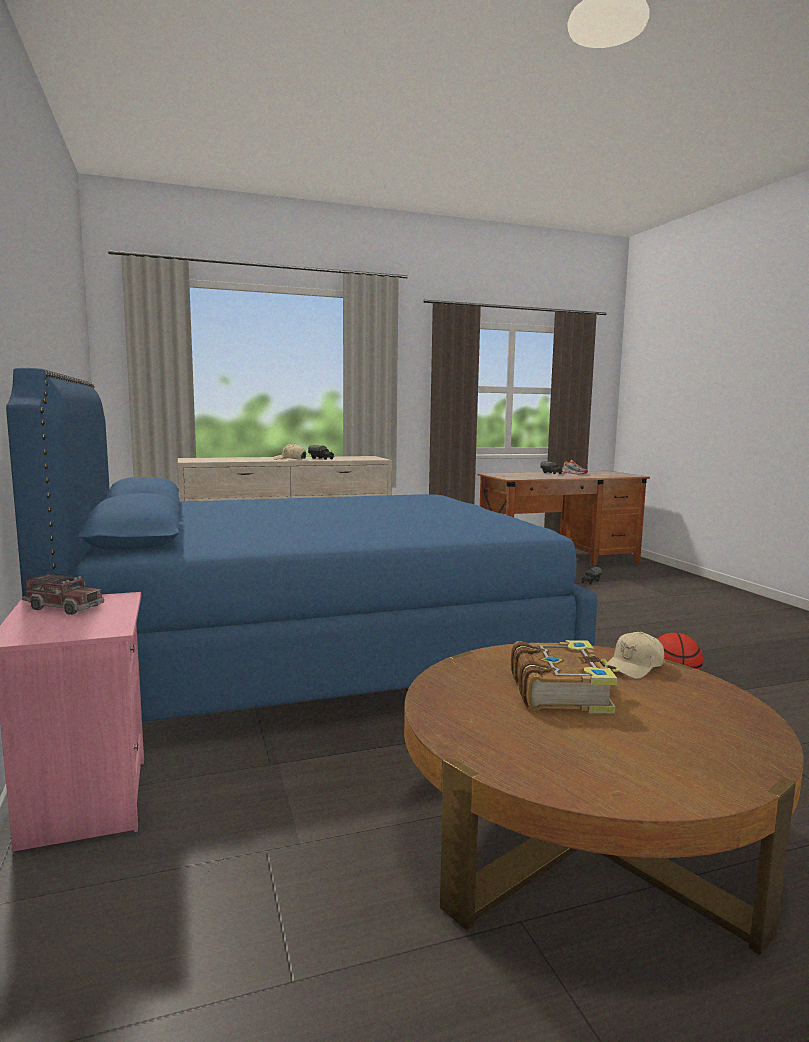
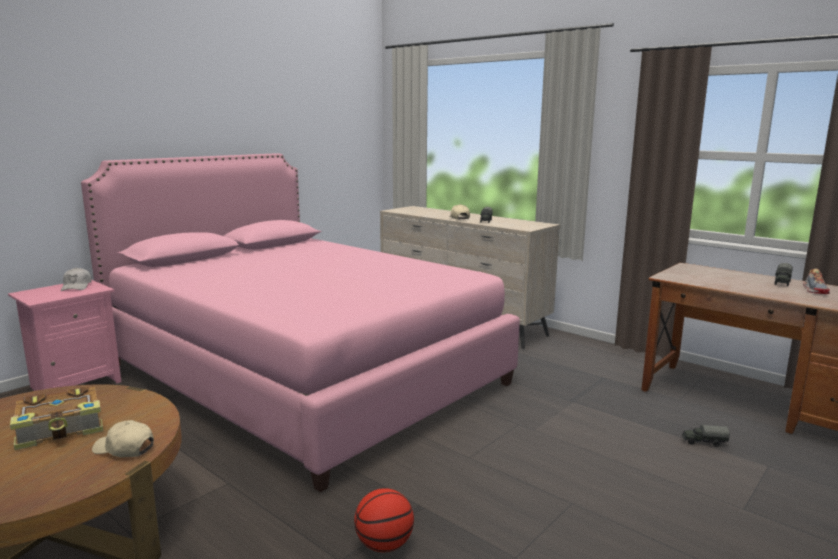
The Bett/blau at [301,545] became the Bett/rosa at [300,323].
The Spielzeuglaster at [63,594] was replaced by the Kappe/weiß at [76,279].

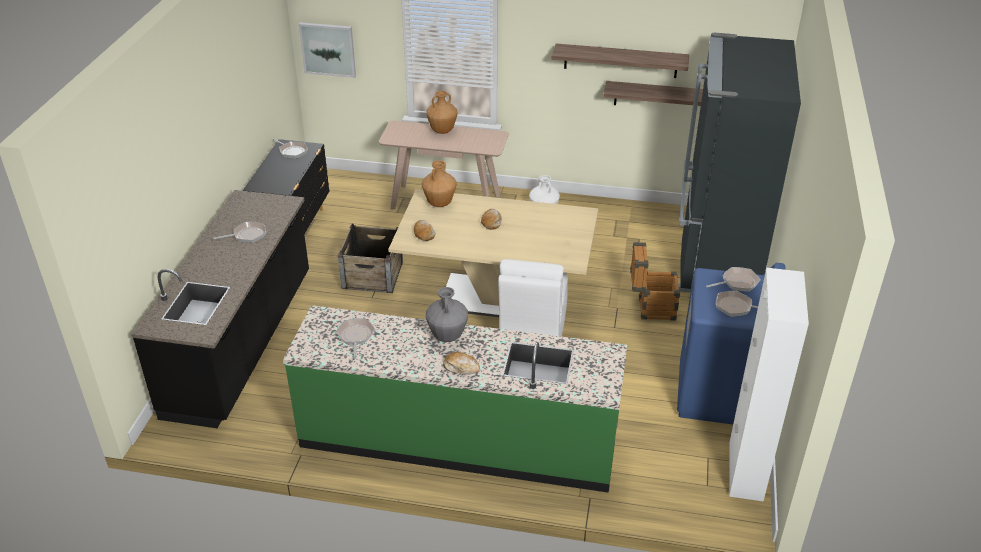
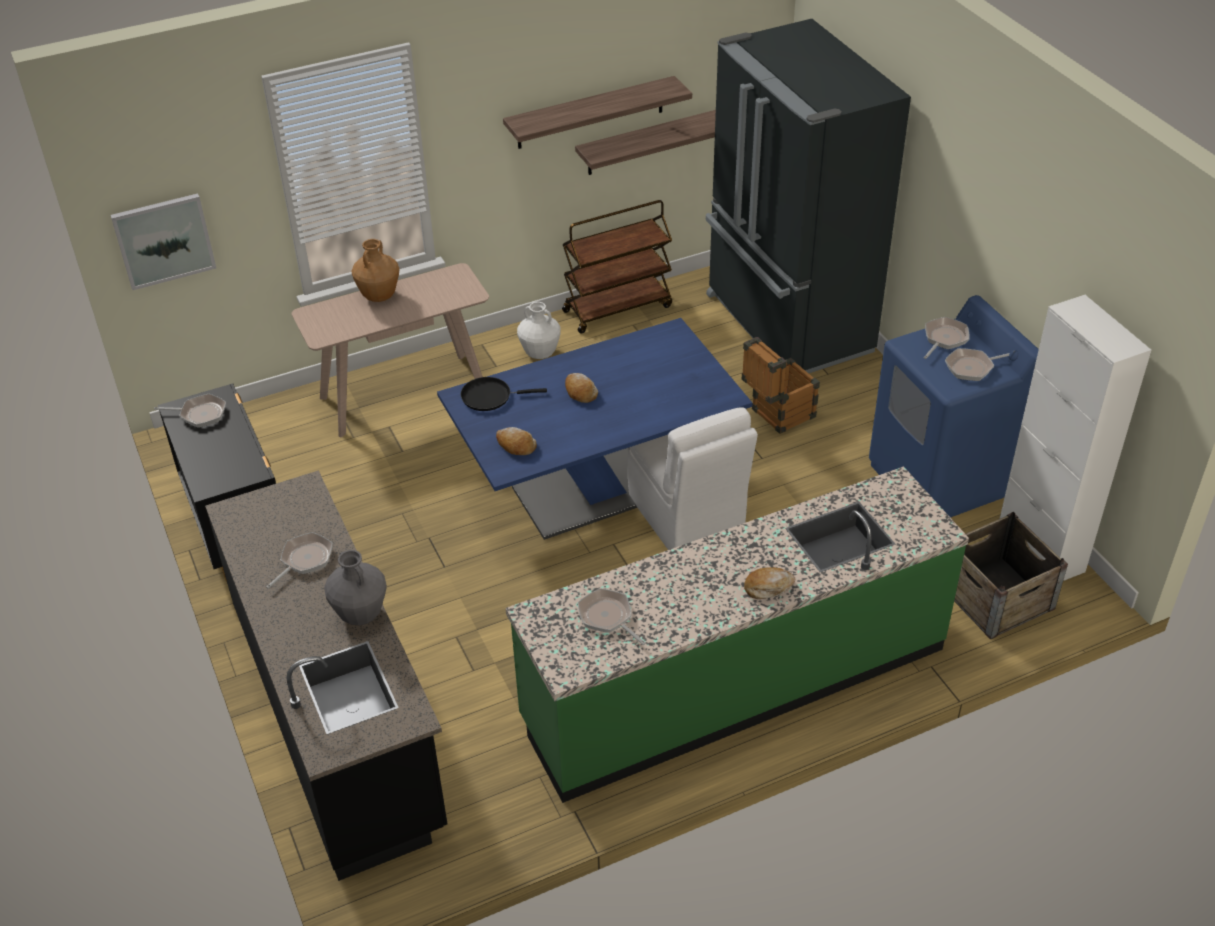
The Vase/braun at [439,183] was replaced by the Pfanne/schwarz at [504,394].
The Esstisch/beige at [493,253] became the Esstisch/blau at [594,429].
The Kiste moved from [370,258] to [1011,575].
The Vase/grau moved from [447,314] to [355,587].
The Rollwagen/braun at [617,267] appeared.

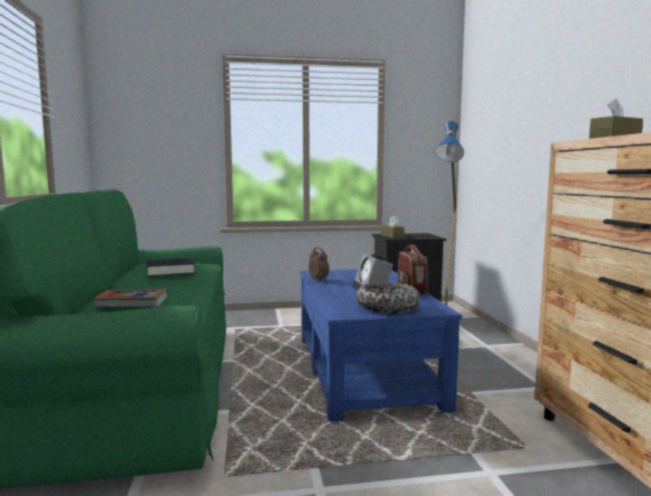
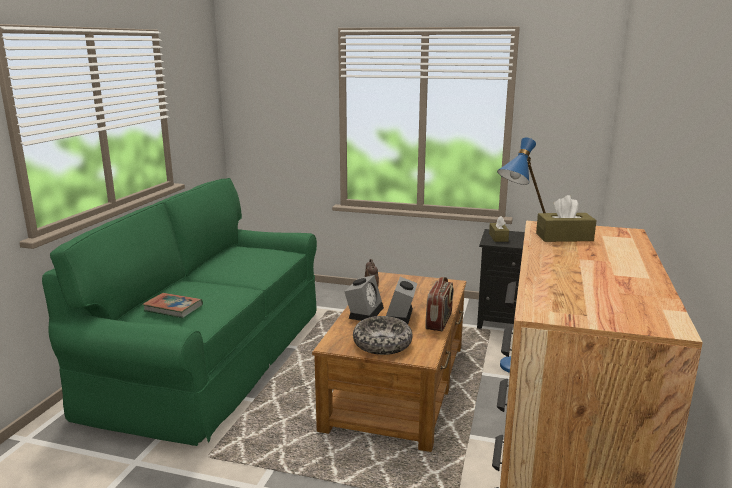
The Buch/schwarz at [170,267] disappeared.
The Couchtisch/blau at [381,345] became the Couchtisch/braun at [389,362].
The Wecker at [364,298] appeared.

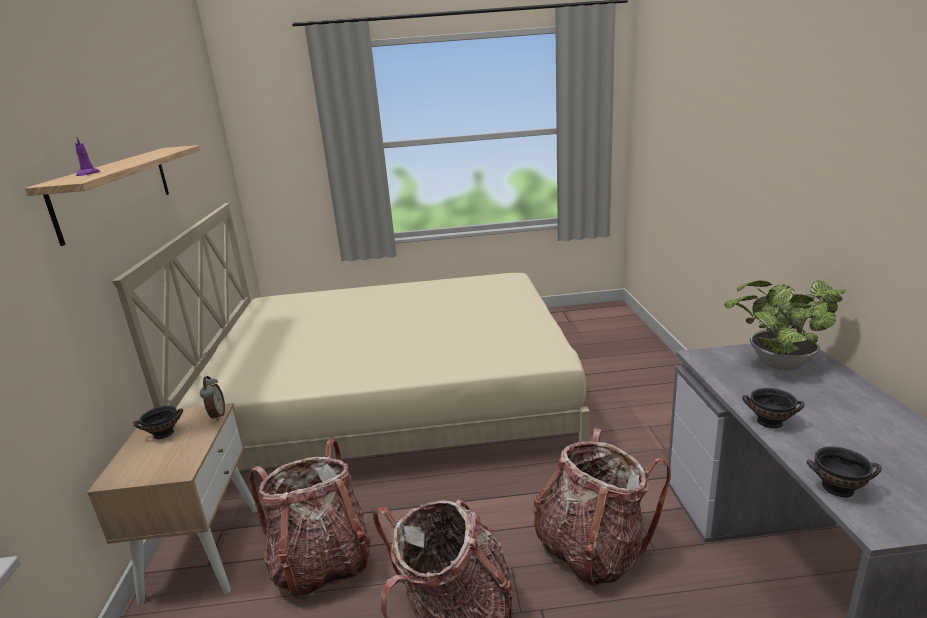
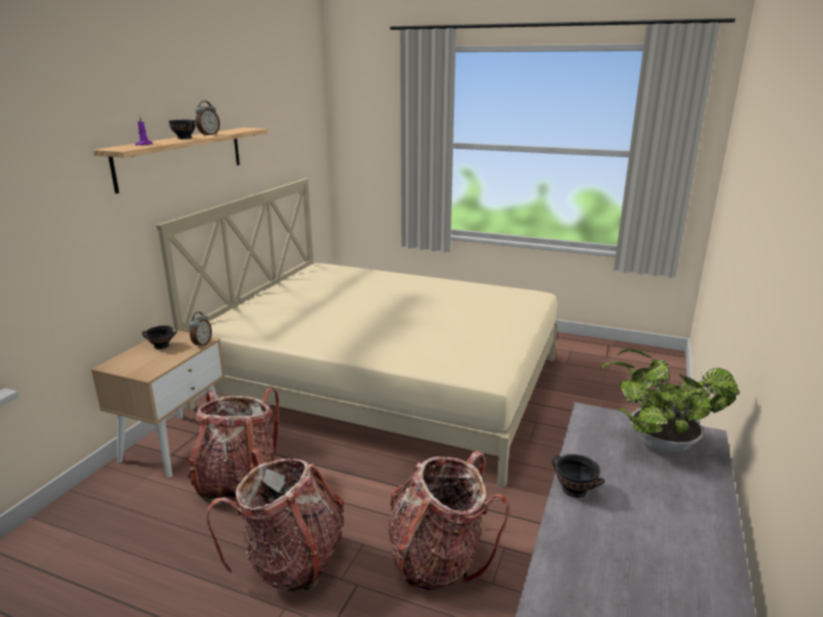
The Schüssel/schwarz moved from [844,471] to [182,129].
The Wecker at [207,118] appeared.

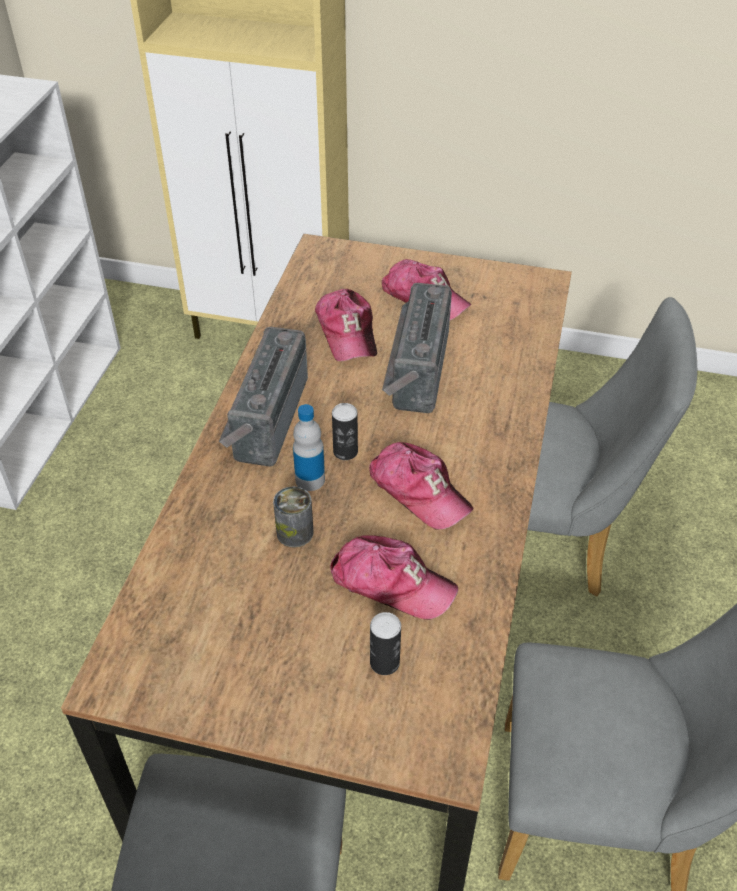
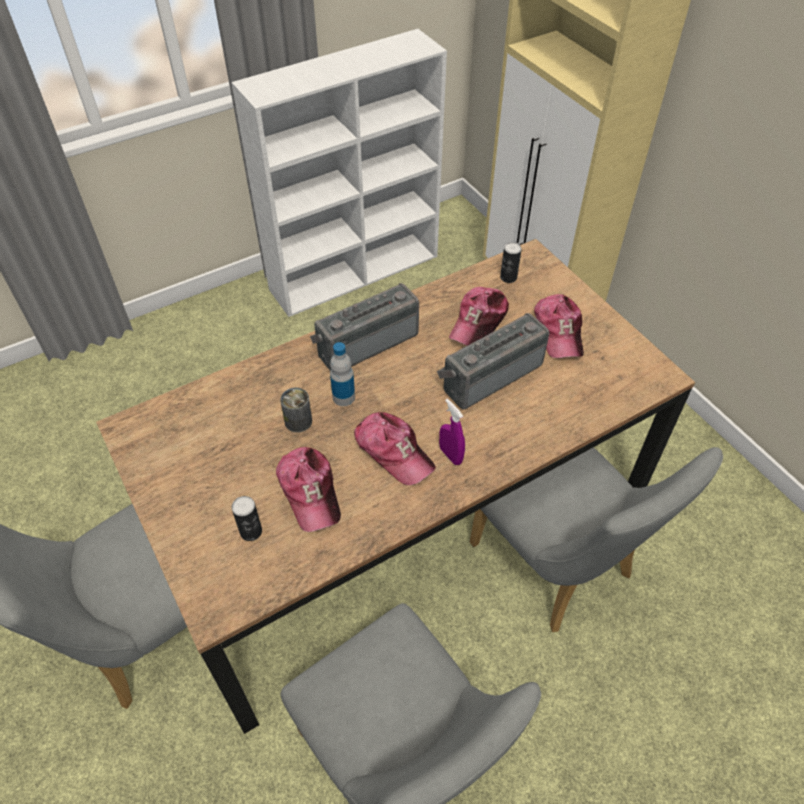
The Dose moved from [345,431] to [511,262].
The Kappe at [421,486] turned 45 degrees counterclockwise.
The Sprühflasche/lila at [452,432] appeared.

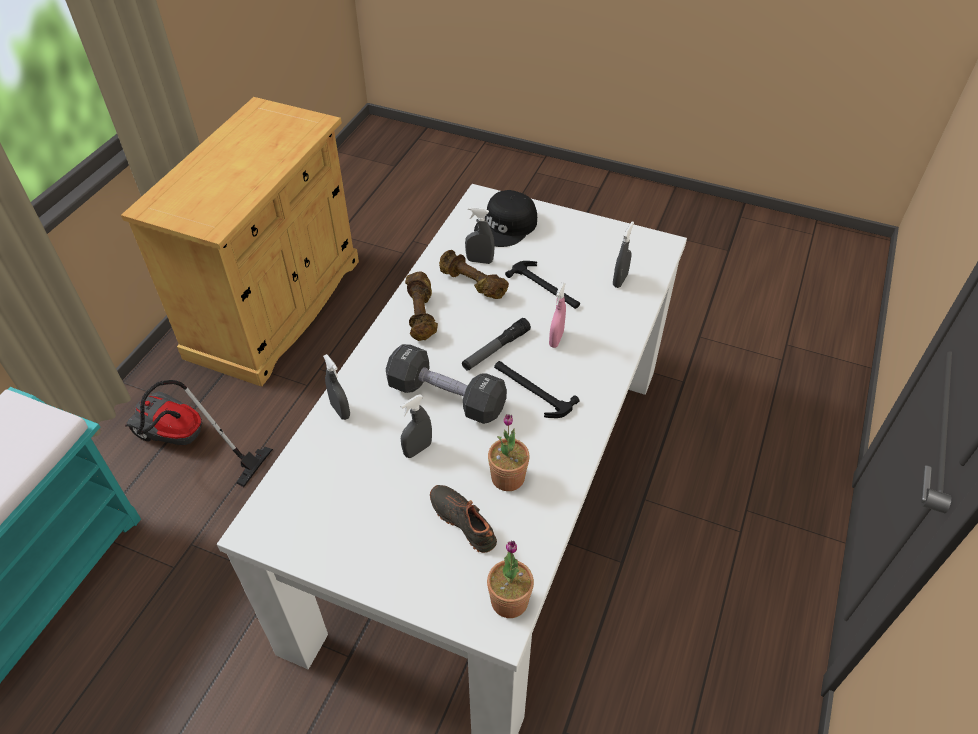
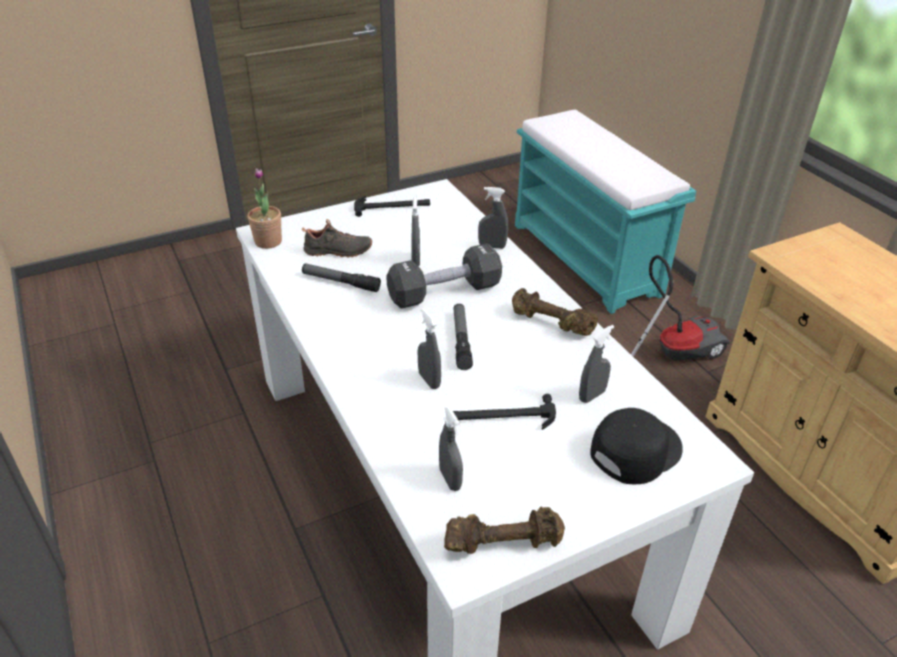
The Kappe/schwarz at [505,218] turned 60 degrees clockwise.
The Hantel/braun moved from [474,274] to [504,530].
The Sprühflasche/rosa at [557,315] became the Sprühflasche/grau at [429,348].
The Hammer moved from [537,389] to [392,206].
The Topfpflanze at [509,452] was replaced by the Taschenlampe at [341,278].

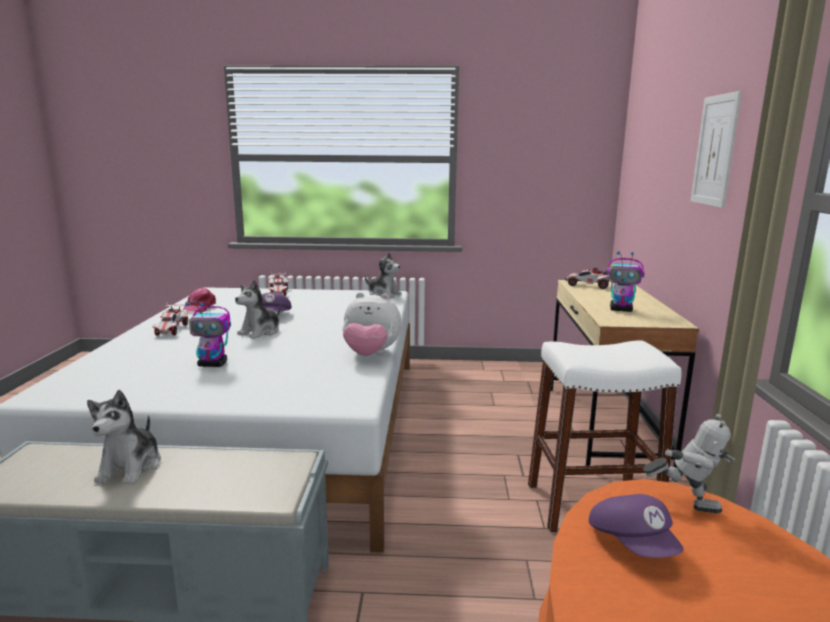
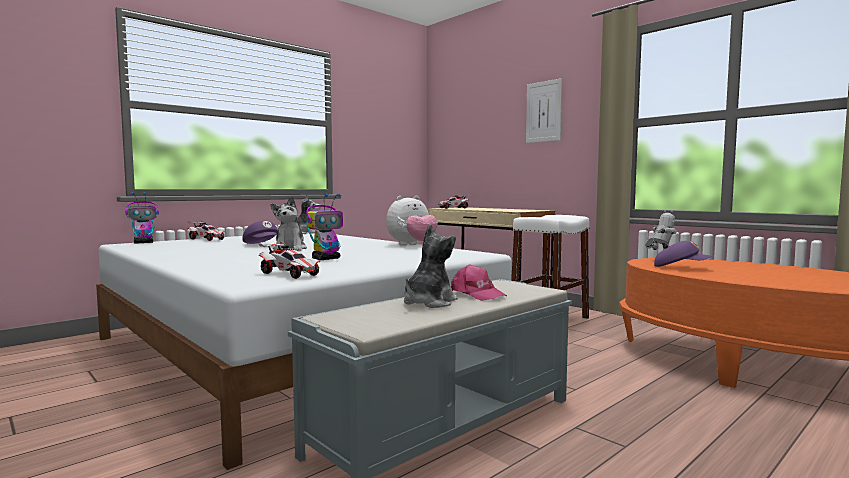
The Spielzeugroboter moved from [625,281] to [142,218].
The Kappe/rosa moved from [200,300] to [479,282].
The Spielzeugauto moved from [170,319] to [289,260].
The Plüschtier at [124,437] turned 105 degrees counterclockwise.

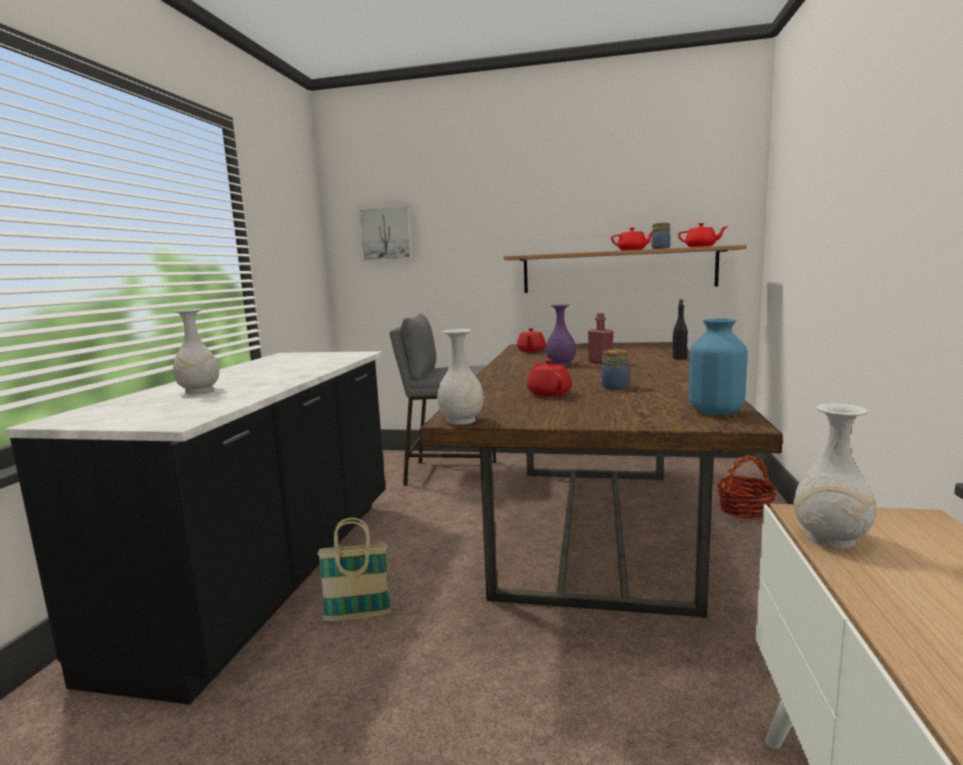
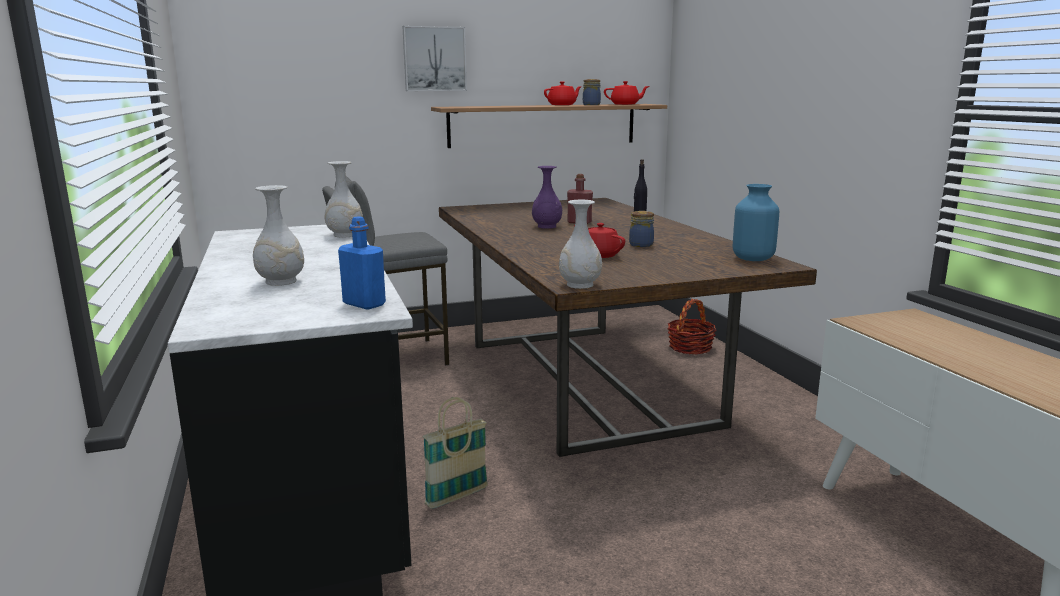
The Bild moved from [385,234] to [434,58].
The Teekanne/rot at [531,340] disappeared.
The Vase/weiß moved from [834,476] to [343,199].
The Flasche/blau at [362,263] appeared.

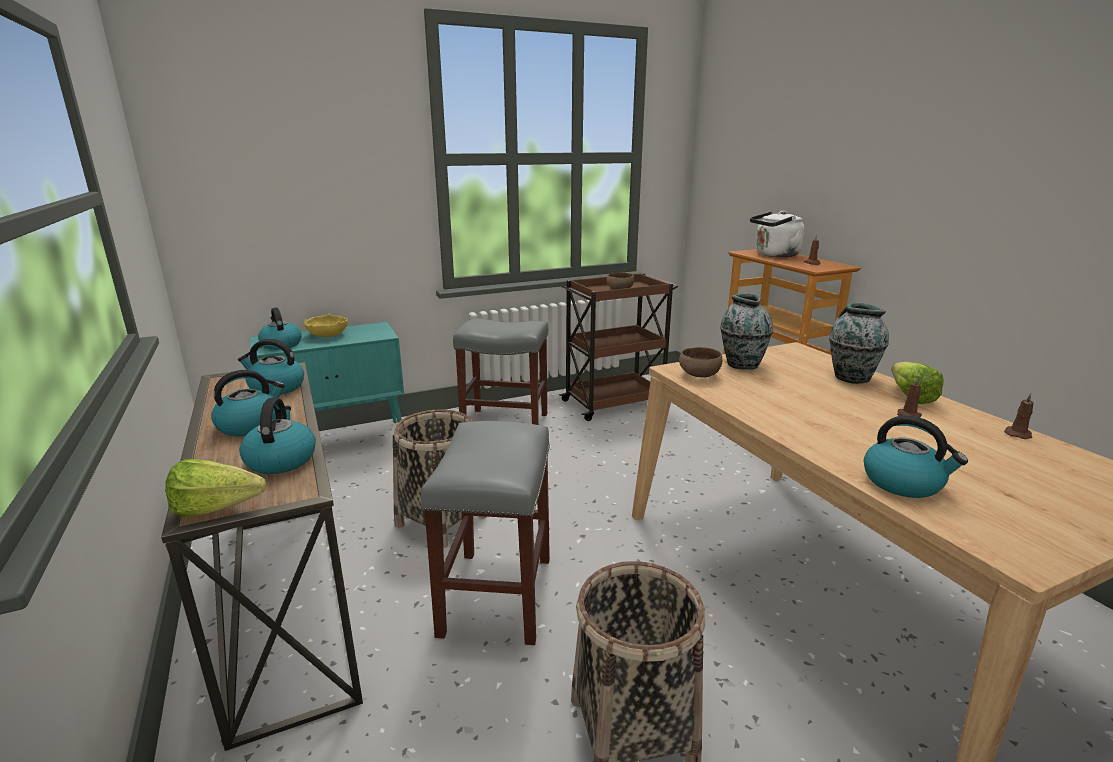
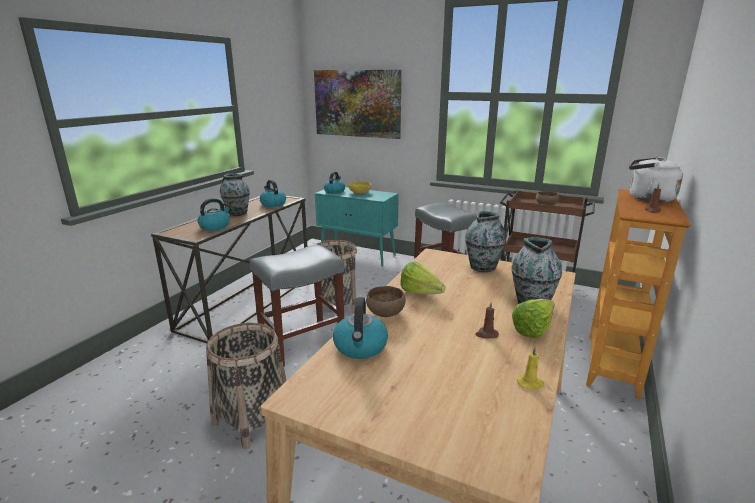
The Schüssel/braun moved from [700,362] to [386,301].
The Wasserkessel at [248,403] was replaced by the Vase at [235,194].
The Kerze/braun at [1019,416] became the Kerze/gelb at [531,367].
The Salatkopf moved from [215,488] to [422,278].
The Bild at [358,104] appeared.

